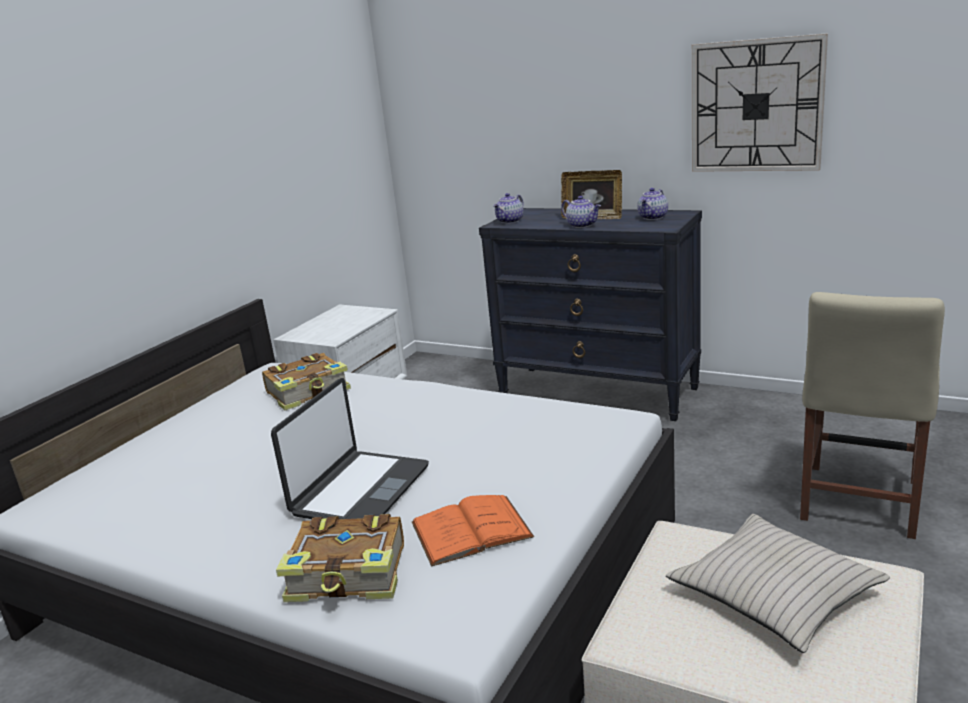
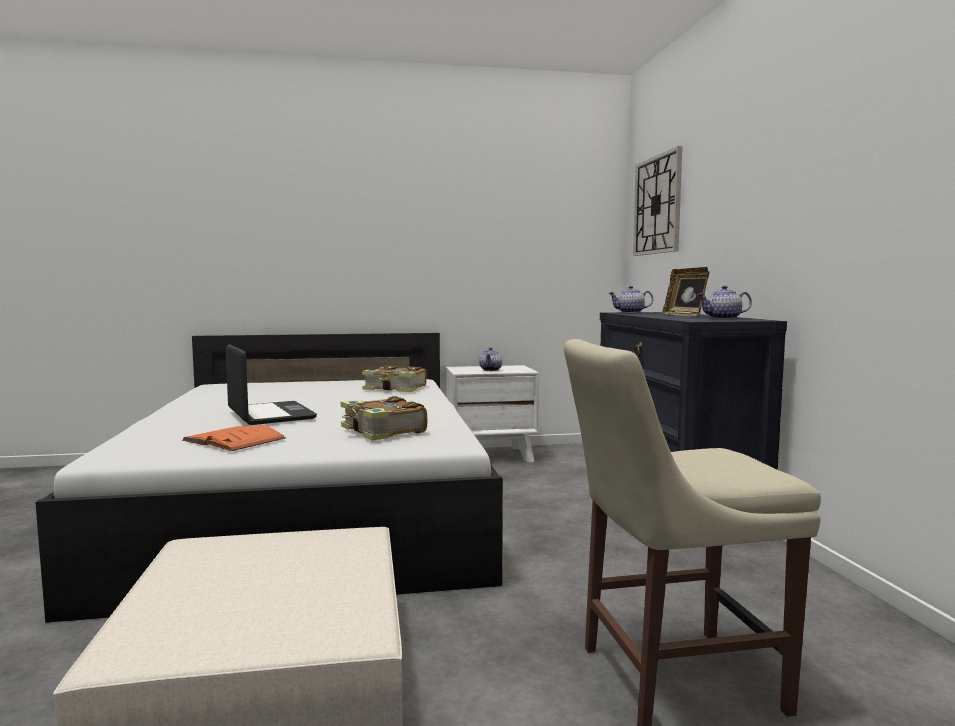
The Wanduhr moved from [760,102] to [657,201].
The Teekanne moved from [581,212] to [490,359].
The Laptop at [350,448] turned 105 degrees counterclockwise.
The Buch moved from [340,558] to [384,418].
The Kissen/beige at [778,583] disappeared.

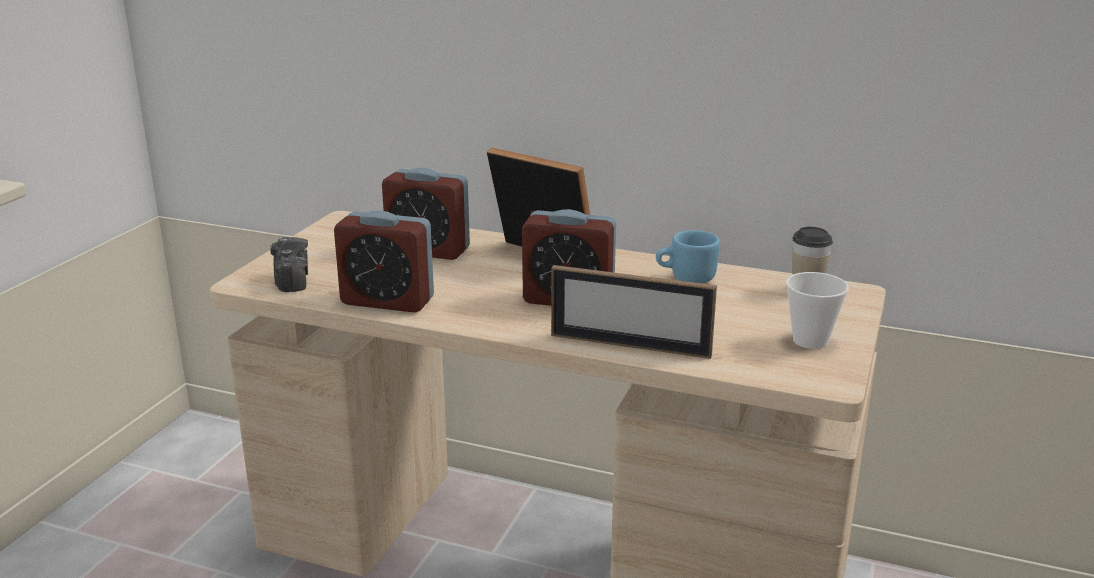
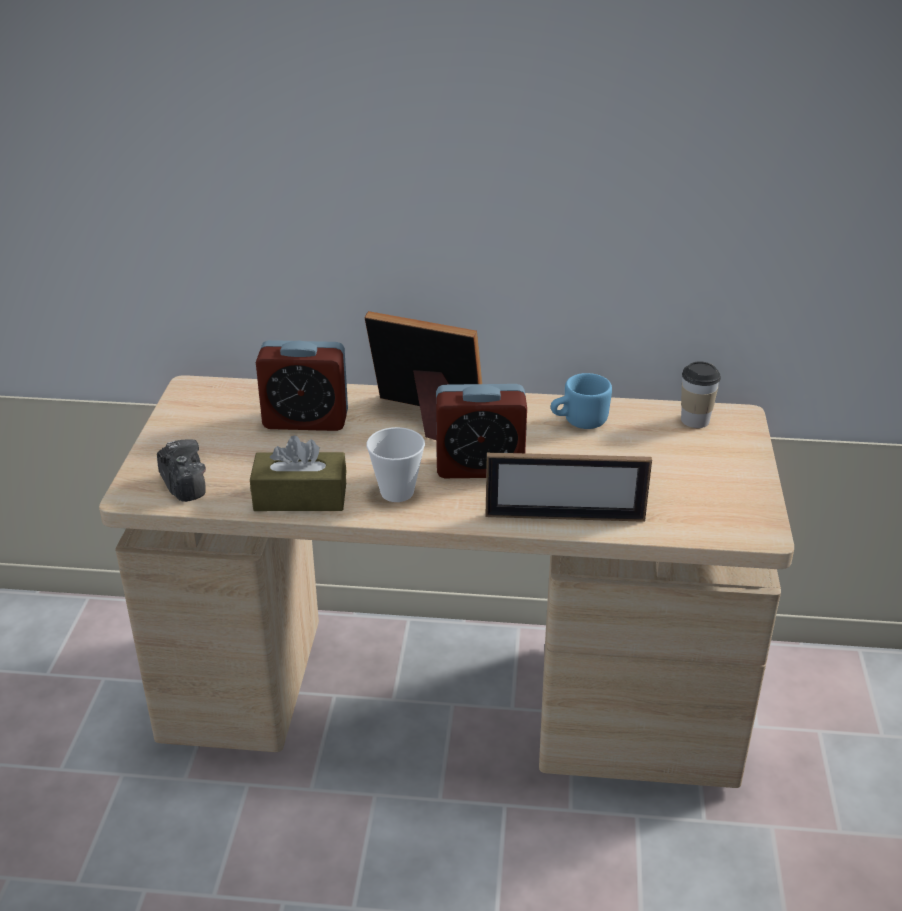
The Wecker at [384,261] was replaced by the Taschentuchbox/braun at [298,473].
The Tasse moved from [817,310] to [395,464].

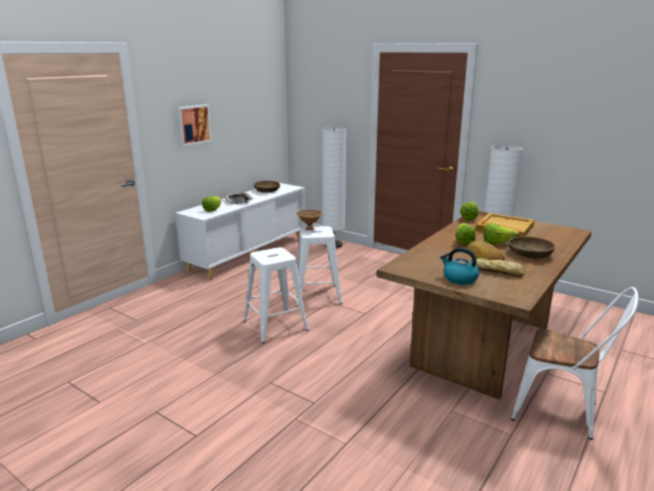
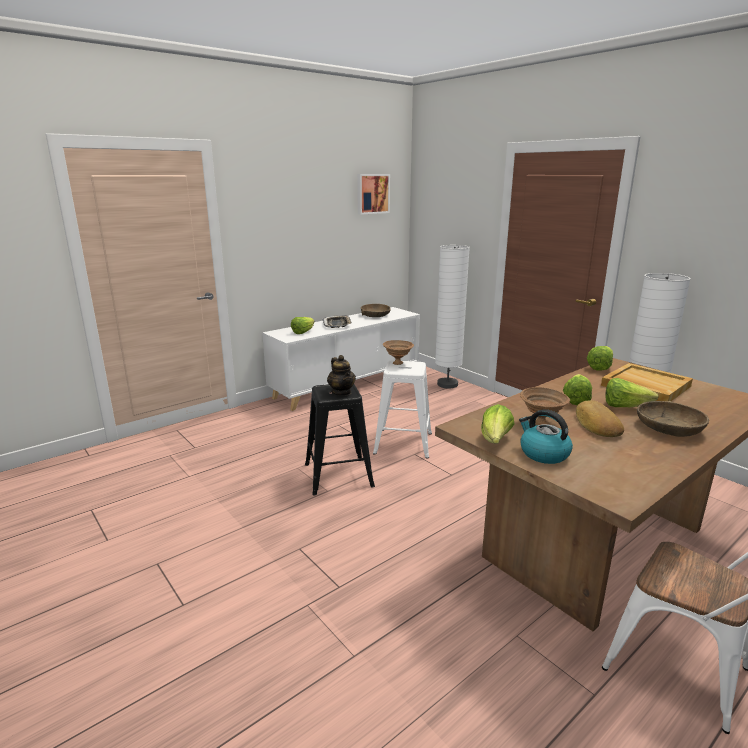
The Bild moved from [194,125] to [373,194].
The Hocker/weiß at [276,295] became the Hocker/schwarz at [340,440].
The Brot at [500,267] disappeared.
The Teekanne at [341,375] appeared.
The Schüssel/braun at [545,406] appeared.
The Salatkopf at [497,424] appeared.

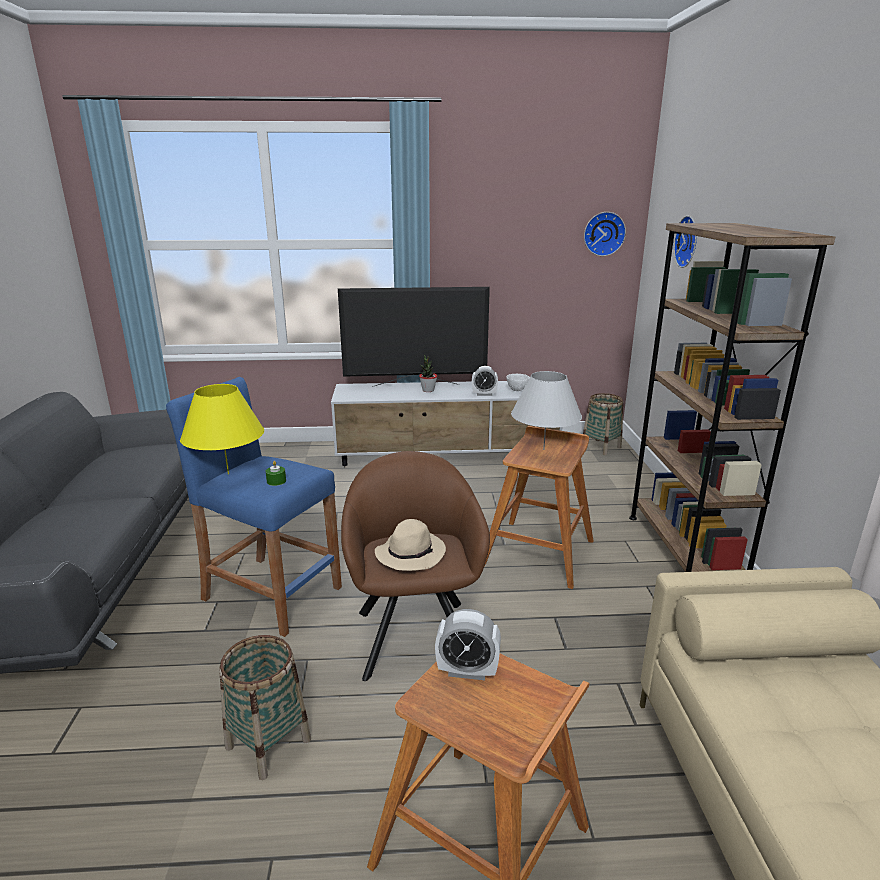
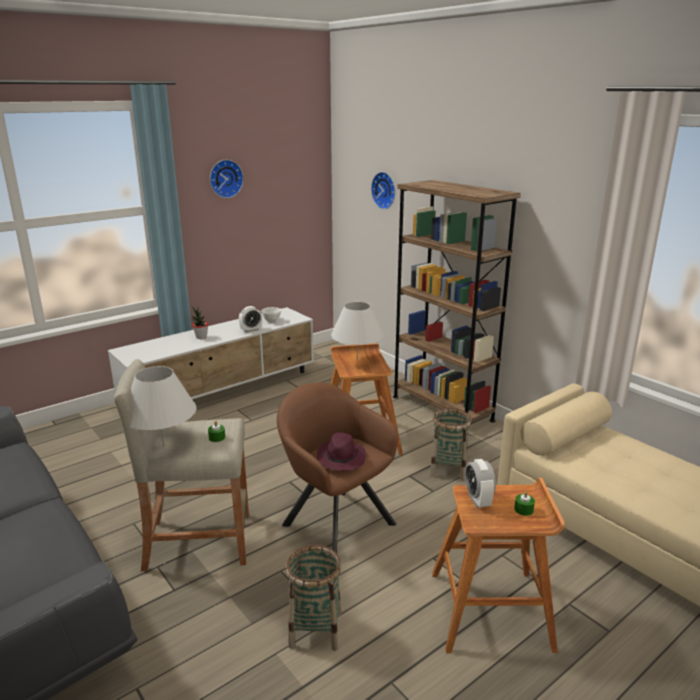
The Wanduhr moved from [605,234] to [227,179].
The Fernseher at [414,337] disappeared.
The Hocker/blau at [254,507] became the Hocker/beige at [181,465].
The Tischlampe/gelb at [222,429] became the Tischlampe/weiß at [163,406].
The Korb moved from [603,424] to [450,444].
The Hut/beige at [410,545] became the Hut/lila at [341,451].
The Wecker at [468,644] turned 105 degrees clockwise.
The Kerze/grün at [524,503] appeared.

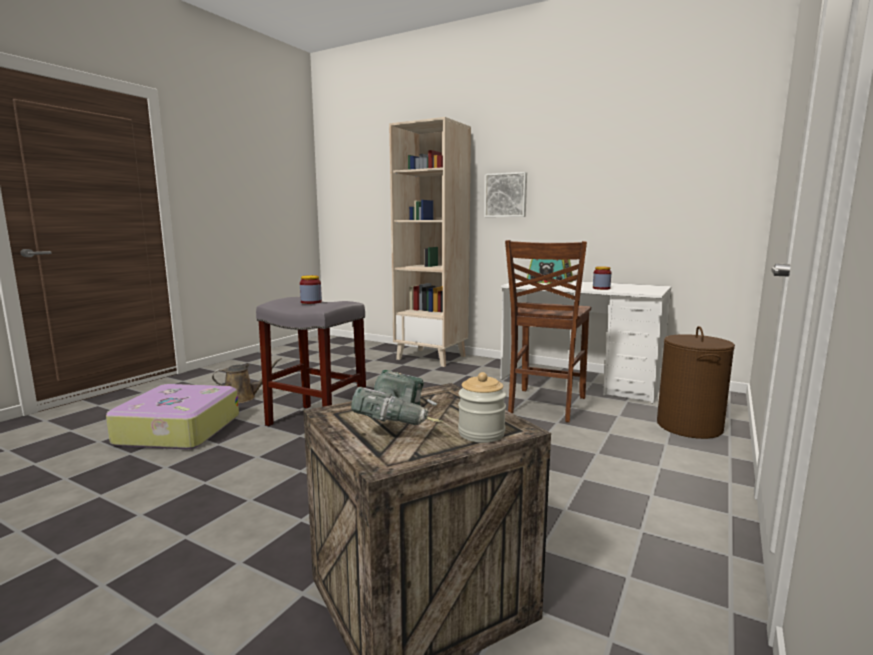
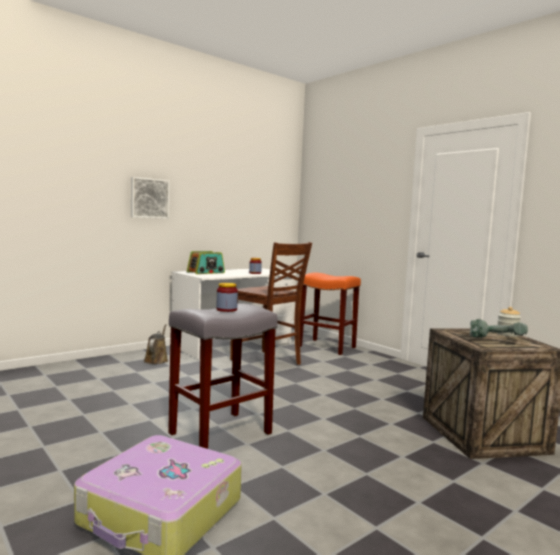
The Bücherregal/beige at [430,242] disappeared.
The Wäschekorb/braun at [696,382] was replaced by the Hocker/orange at [330,313].
The Gießkanne/braun moved from [247,380] to [156,344].

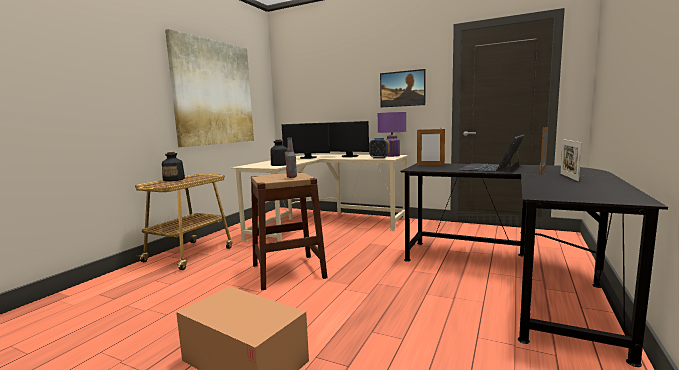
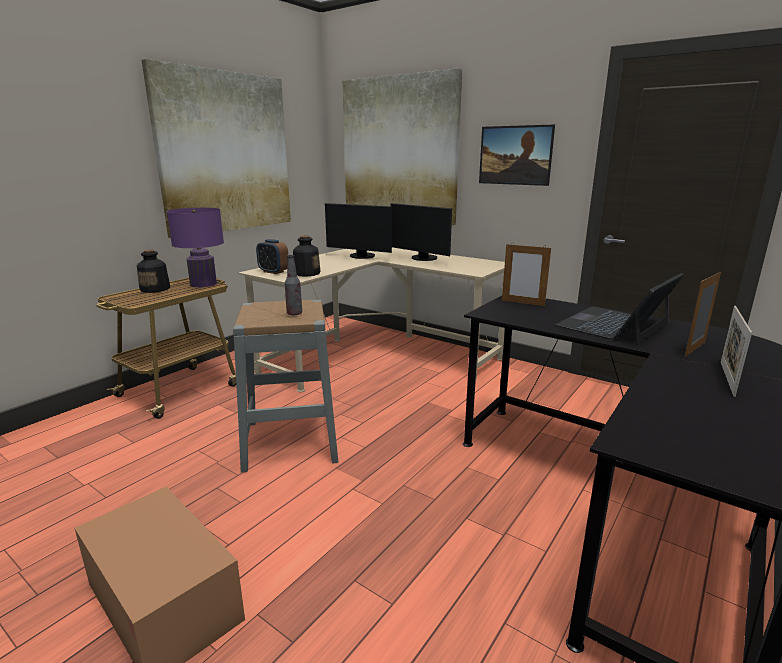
The Tischlampe/lila moved from [392,134] to [195,247].
The Wecker moved from [379,148] to [272,256].
The Hocker/braun at [289,231] became the Hocker/grau at [286,386].
The Bild at [402,146] appeared.

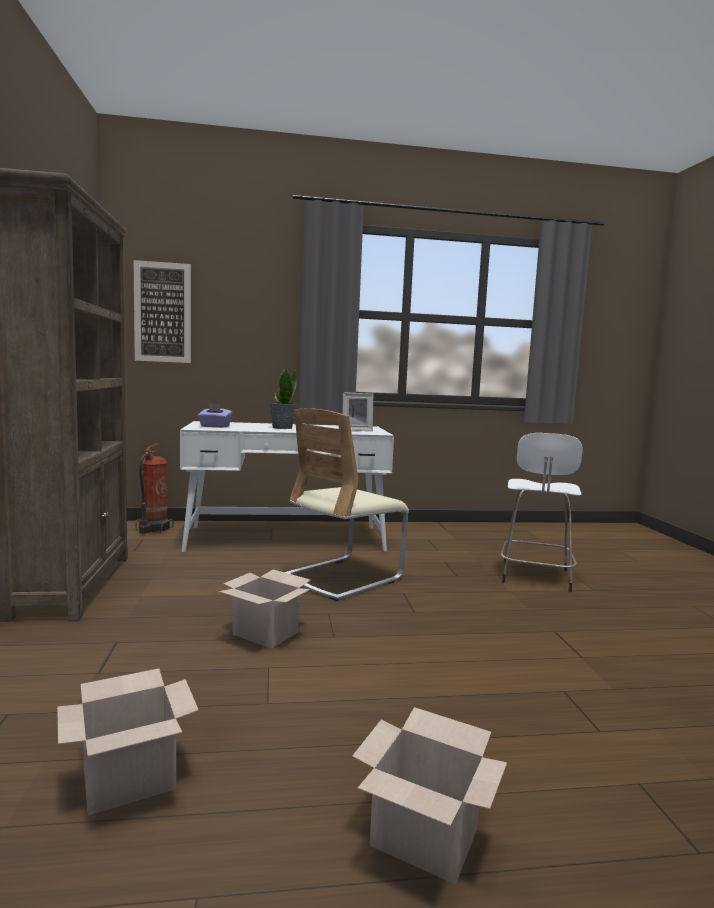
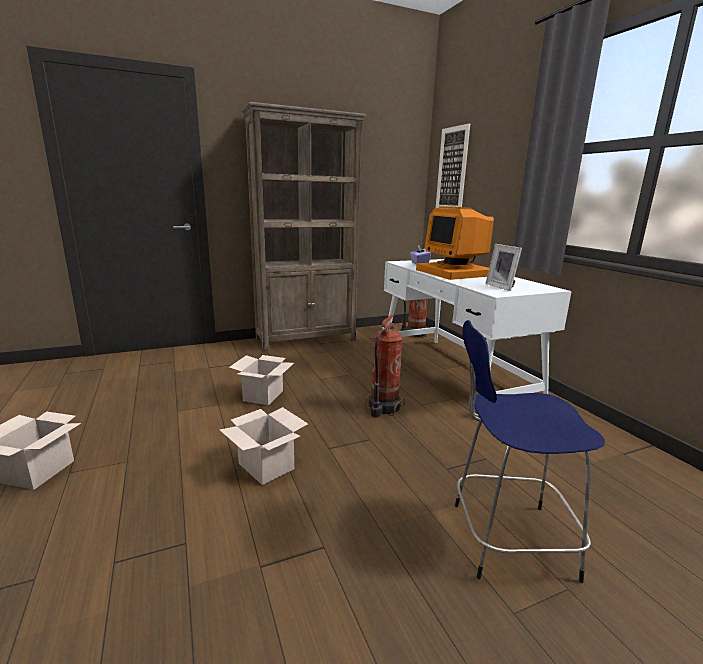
The Topfpflanze at [282,398] was replaced by the Monitor at [455,243].
The Stuhl/beige at [346,504] was replaced by the Feuerlöscher at [385,365].
The Hocker/weiß at [542,512] became the Hocker/blau at [530,451].
The Karton moved from [127,742] to [264,446].

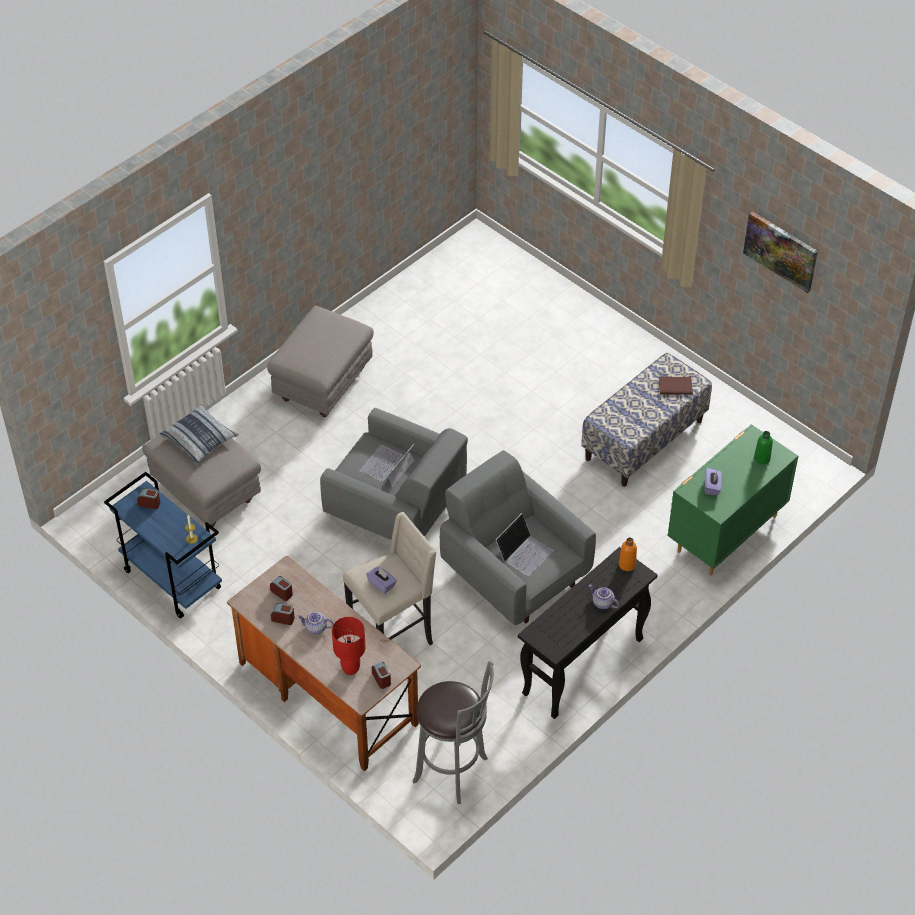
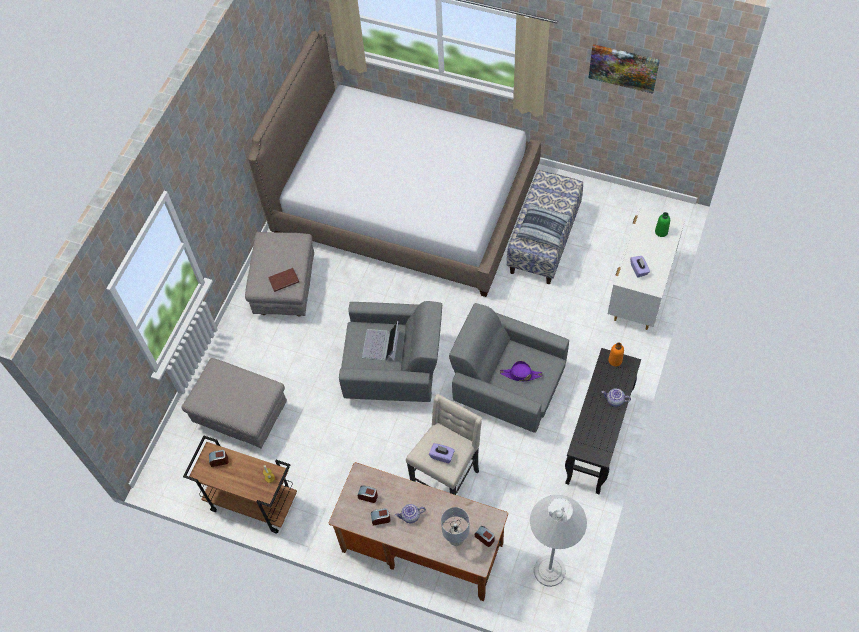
The Buch/braun moved from [676,386] to [283,280].
The Kissen moved from [199,434] to [544,226].
The Kommode/grün at [733,499] became the Kommode/weiß at [646,268].
The Rollwagen/blau at [163,545] became the Rollwagen/braun at [240,484].
The Laptop at [525,544] was replaced by the Hut/lila at [521,371].
The Tischlampe/rot at [349,646] became the Tischlampe/grau at [455,526].
The Hocker/grau at [453,732] was replaced by the Stehlampe/weiß at [558,541].
The Bett at [394,163] appeared.

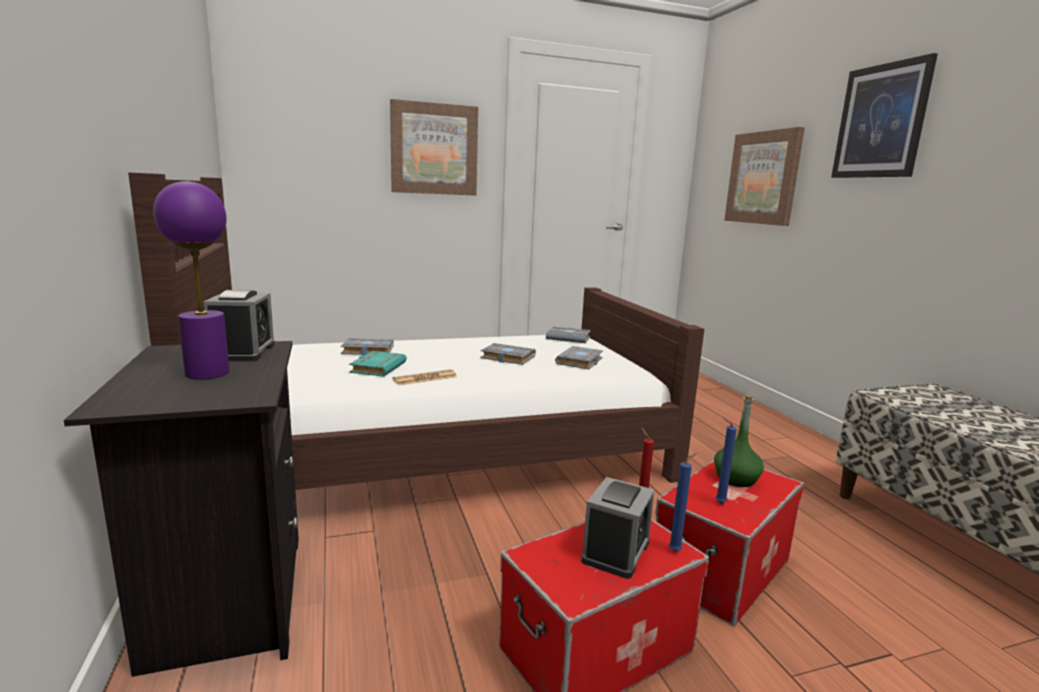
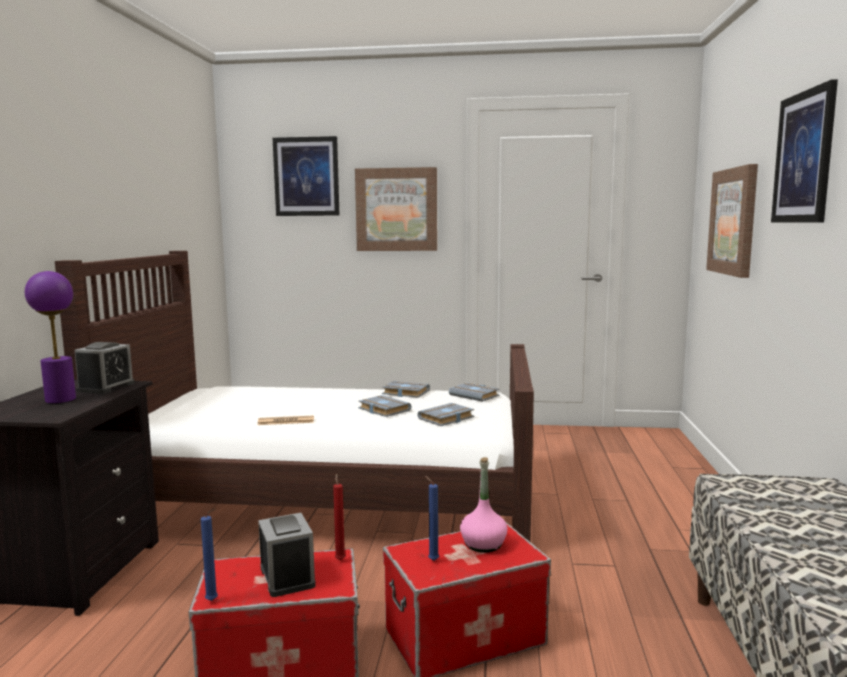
The Buch/grau moved from [367,347] to [406,389].
The Buch/türkis at [378,364] disappeared.
The Flasche/grün at [739,440] became the Flasche/rosa at [484,505].
The Kerze/blau moved from [683,502] to [209,555].
The Wecker at [617,528] turned 75 degrees counterclockwise.
The Bild at [306,176] appeared.

